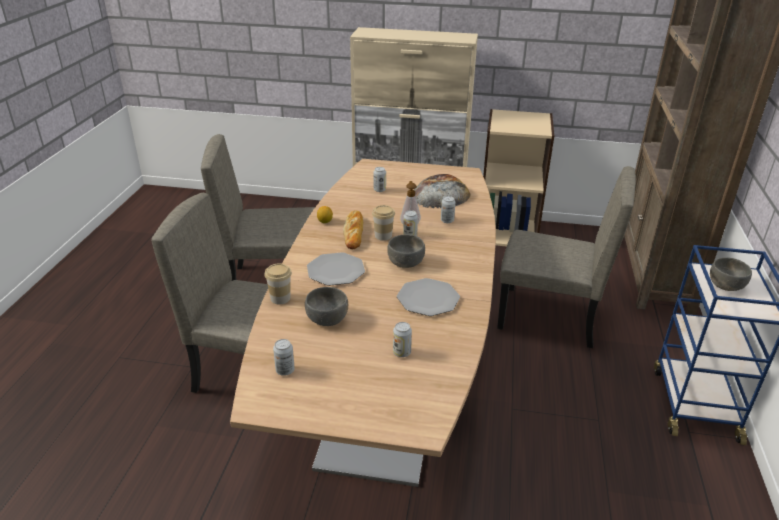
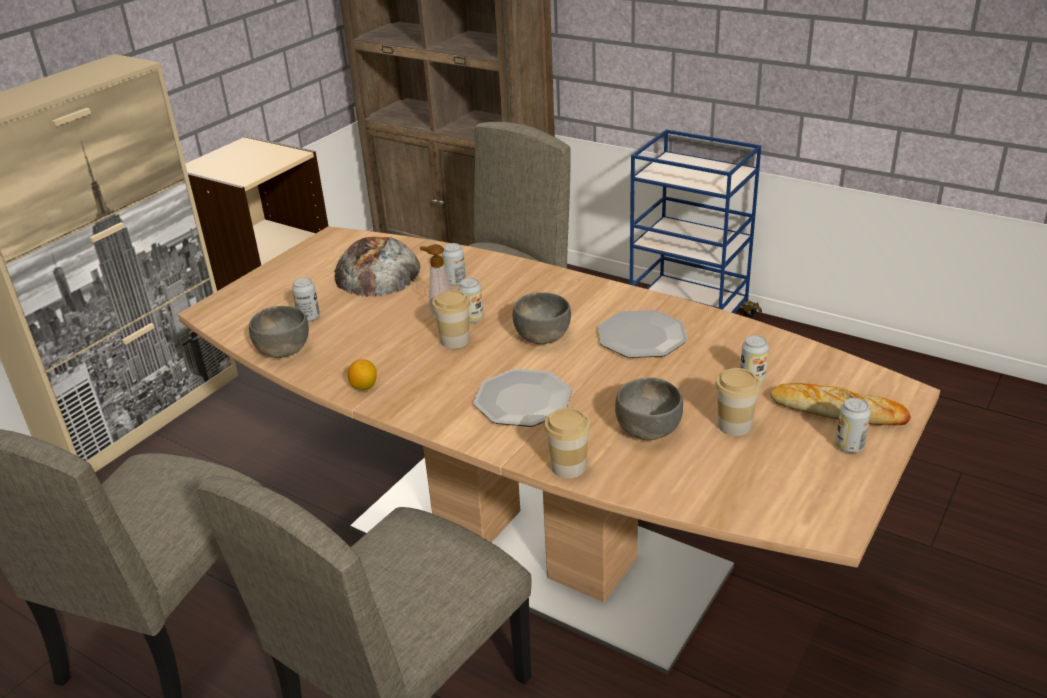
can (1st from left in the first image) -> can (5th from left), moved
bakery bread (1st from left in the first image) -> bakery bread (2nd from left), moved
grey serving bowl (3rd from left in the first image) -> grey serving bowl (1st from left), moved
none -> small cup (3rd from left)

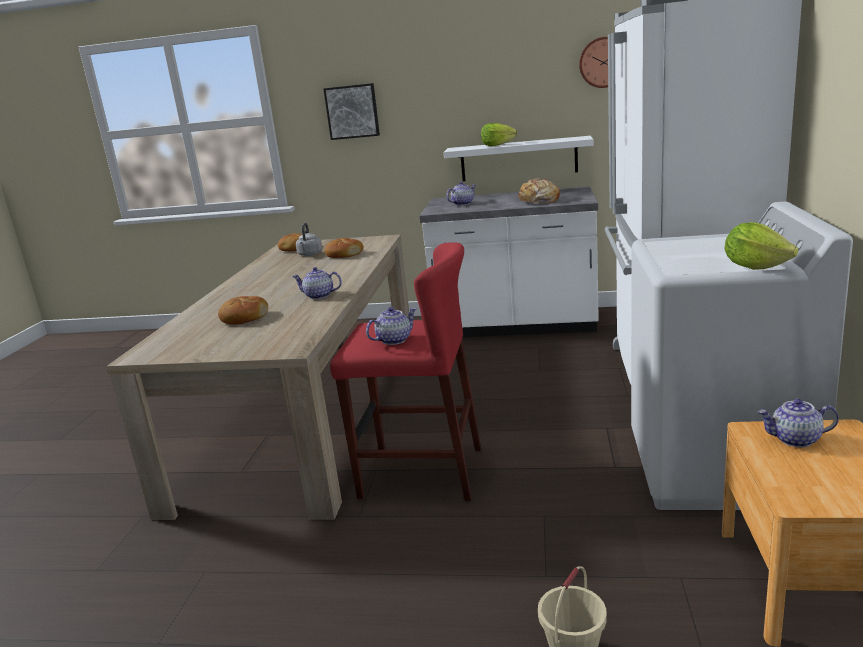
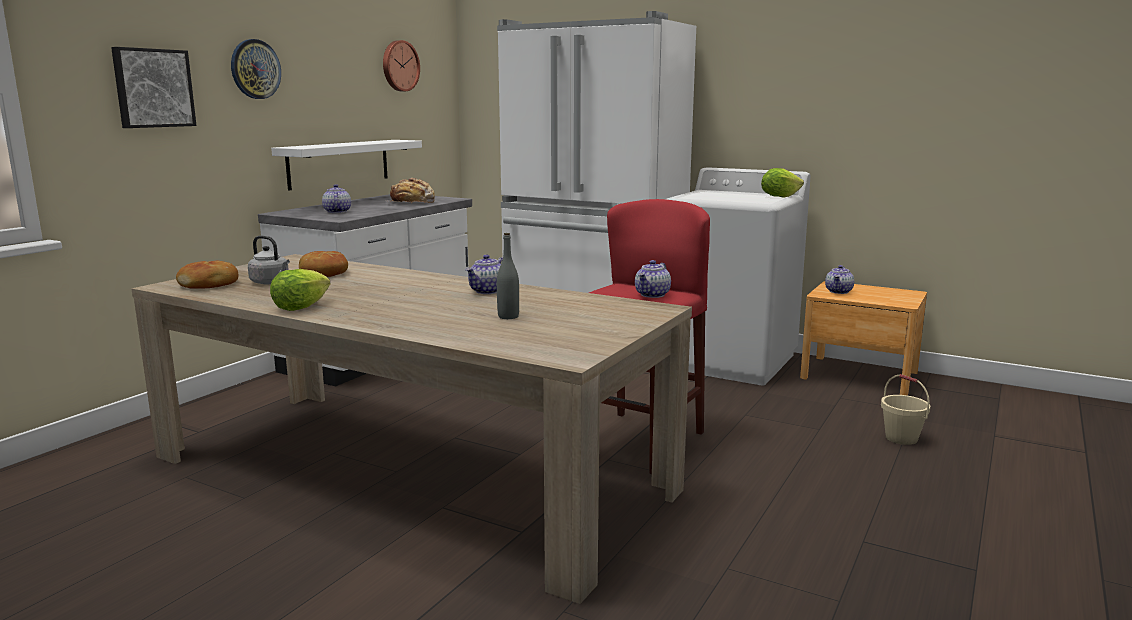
bakery bread (1st from left) -> grey bottle
tea pot (2nd from left in the first image) -> tea pot (3rd from left), 135 degrees counterclockwise
head of lettuce (1st from left), moved
none -> hanging clock (1st from left)

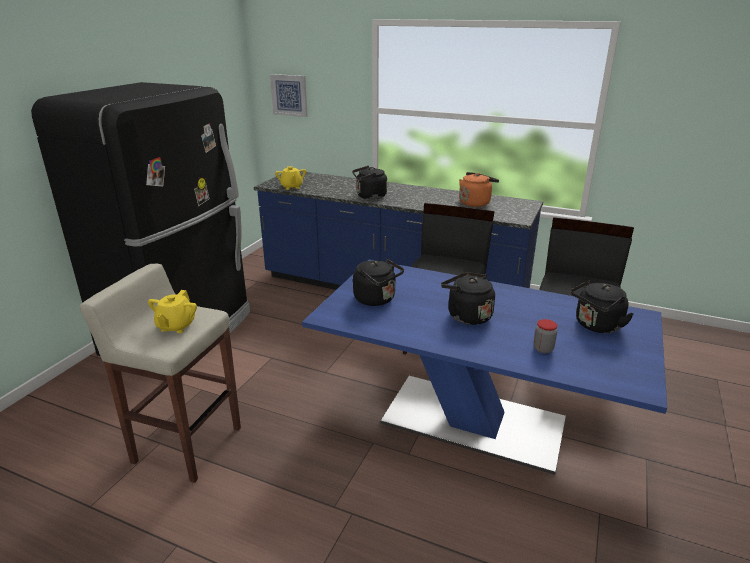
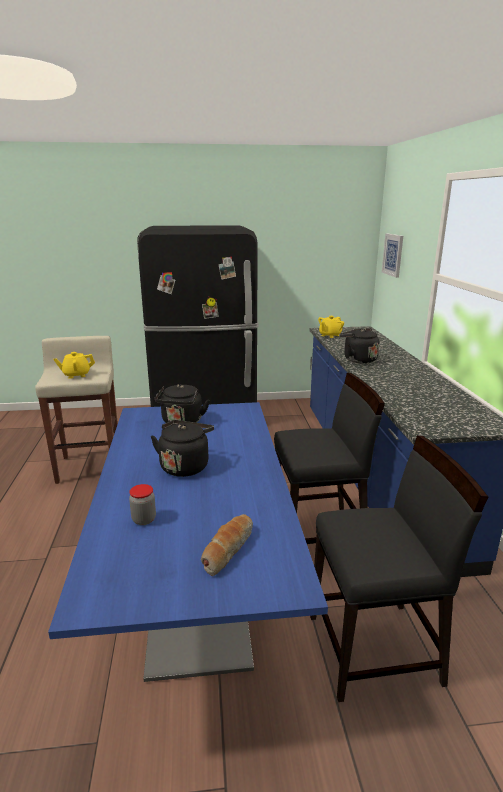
orangey tea kettle -> none
blackish tea kettle (4th from left) -> bakery bread

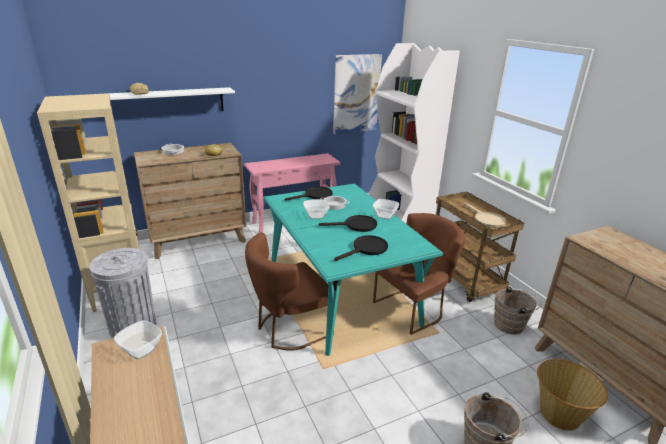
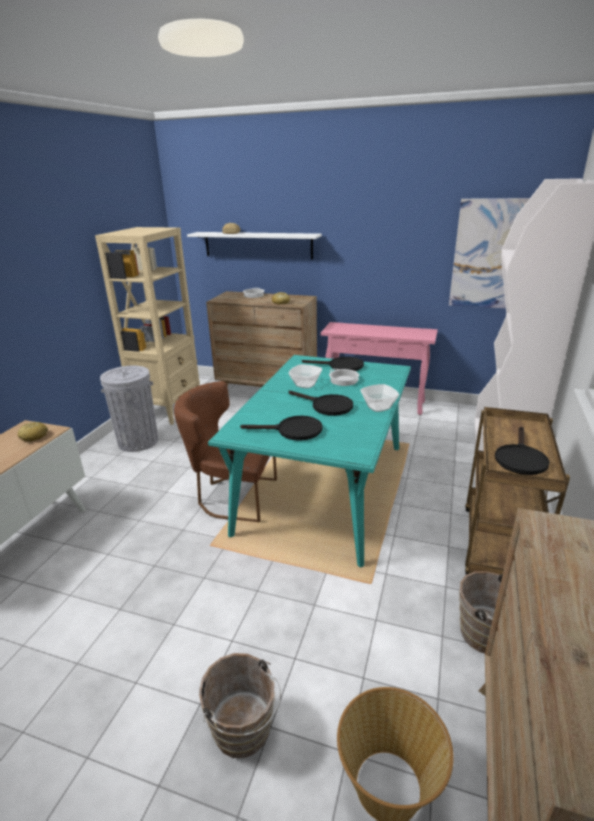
serving bowl (1st from left) -> bakery bread (1st from left)
brownish chair (2nd from left) -> none
beige-coloured frying pan -> blackish frying pan (4th from left)

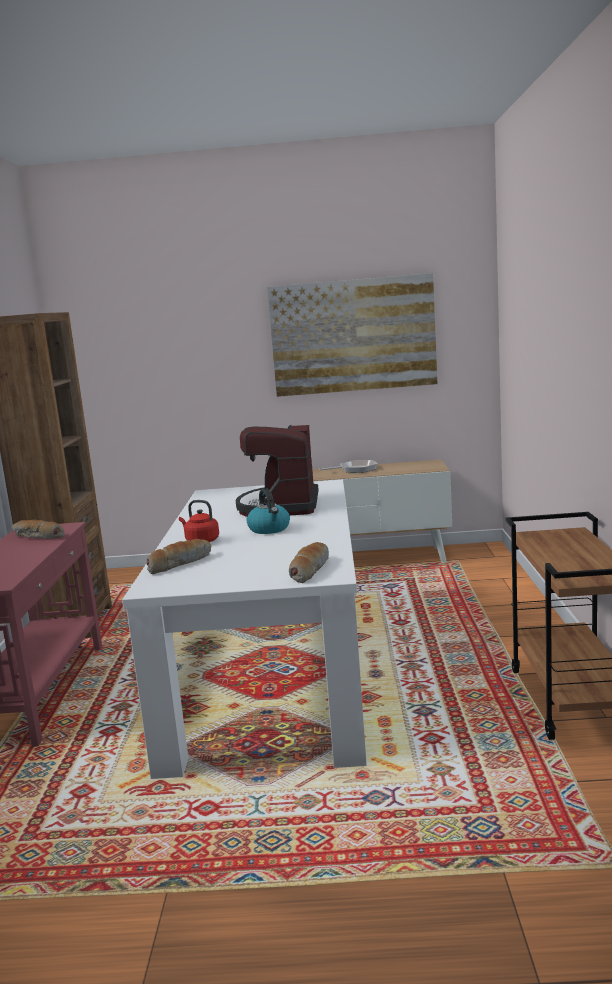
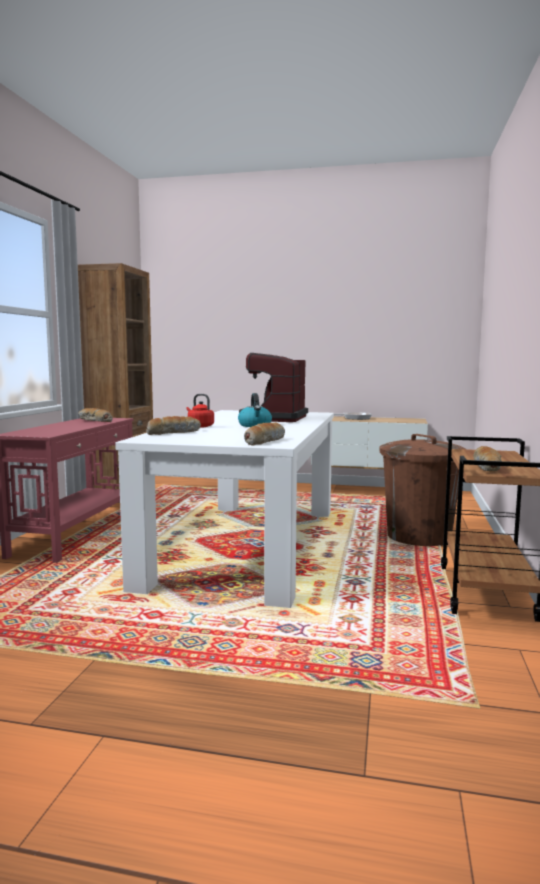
picture -> none
none -> brownish waste bin
none -> bakery bread (4th from left)

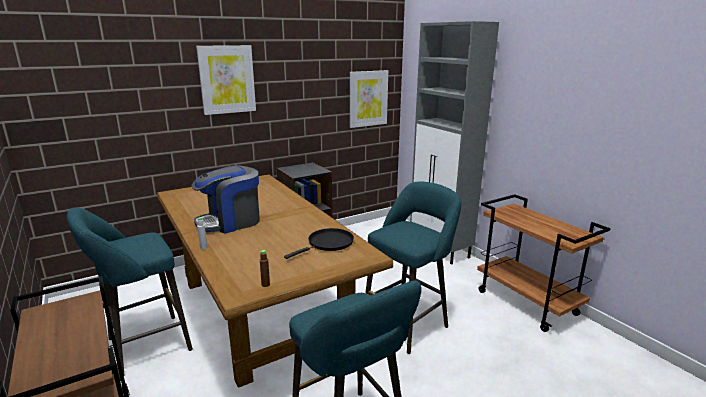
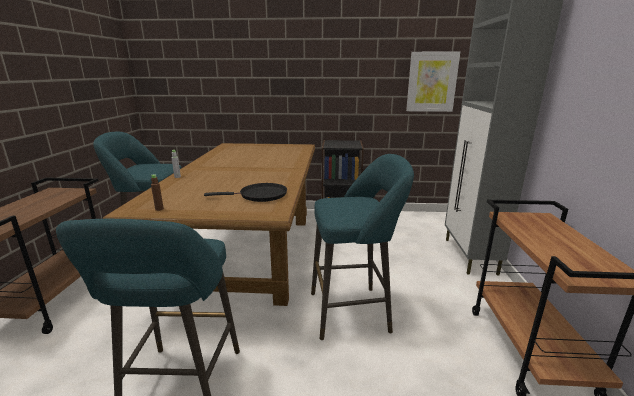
coffee machine -> none
picture (1st from left) -> none

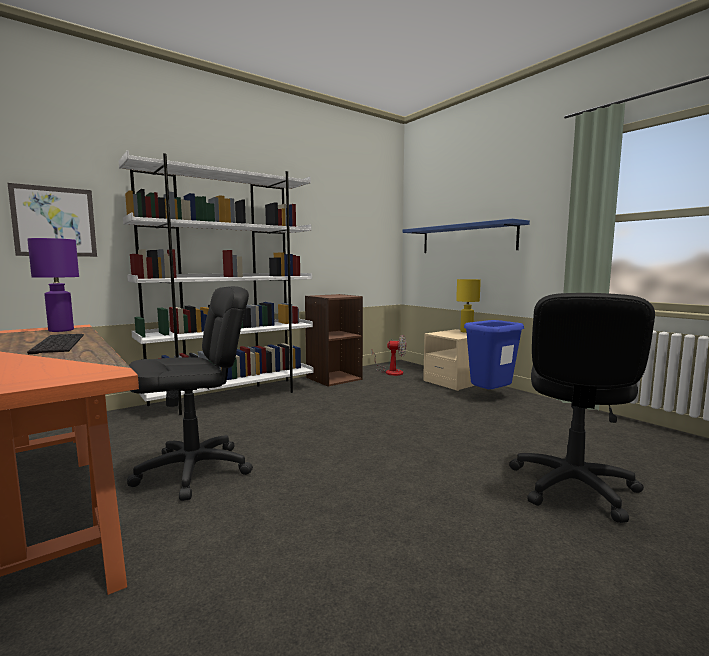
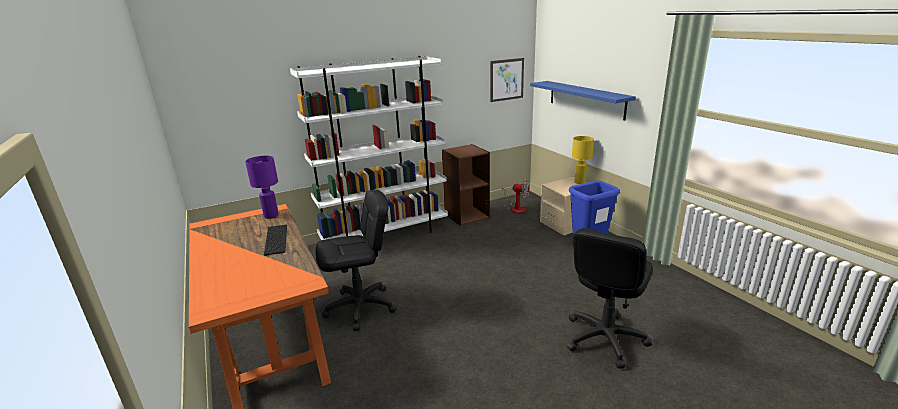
picture, moved

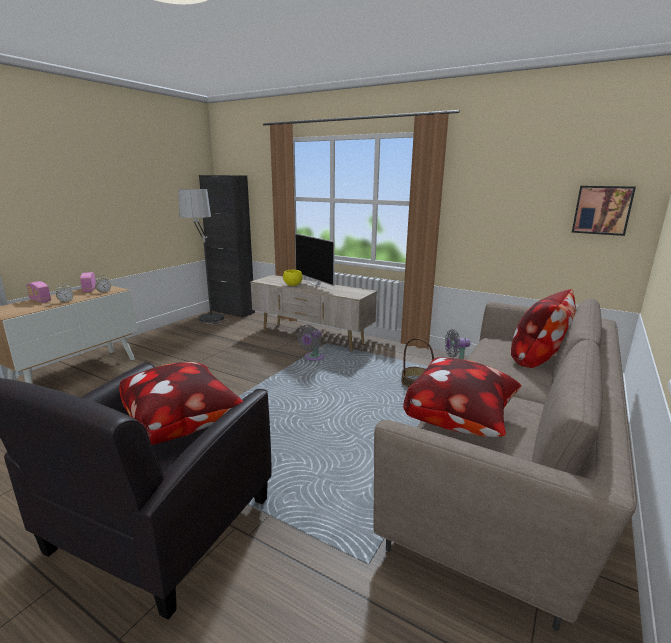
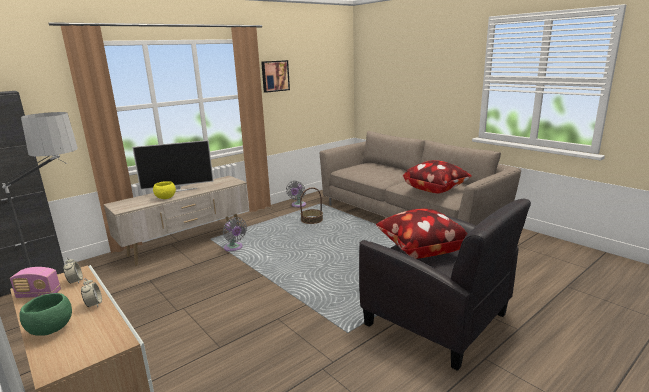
radio set (1st from left) -> green-coloured serving bowl
pillow (3rd from left) -> none
picture, moved

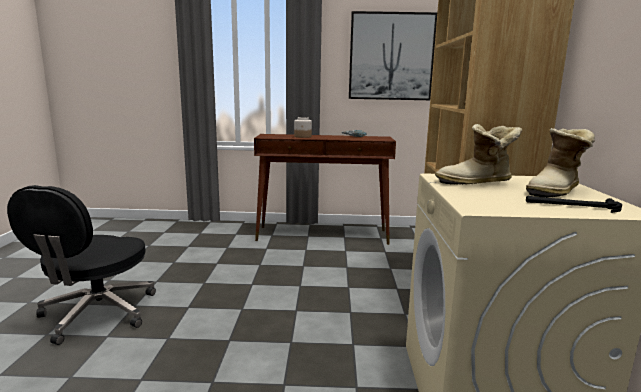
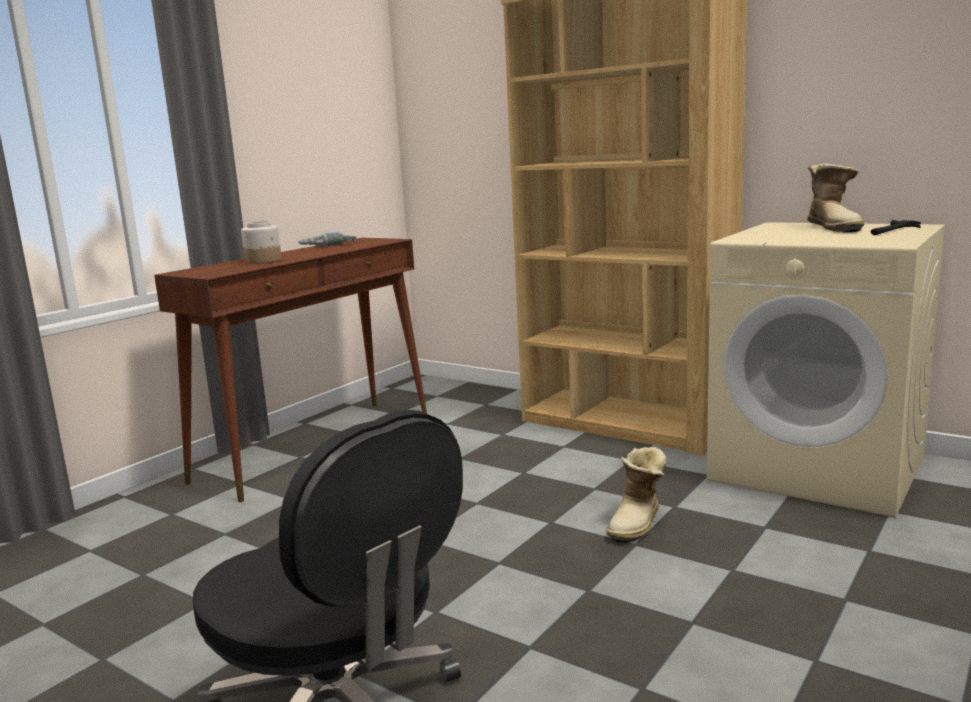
picture -> none
high-top boot (1st from left), moved

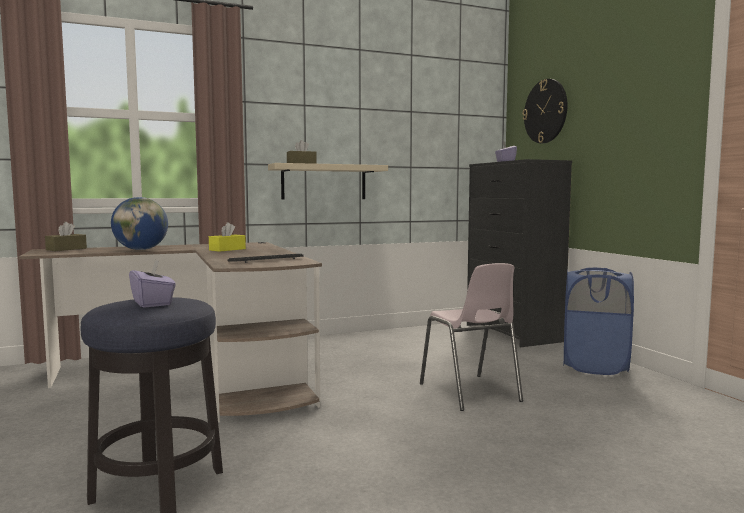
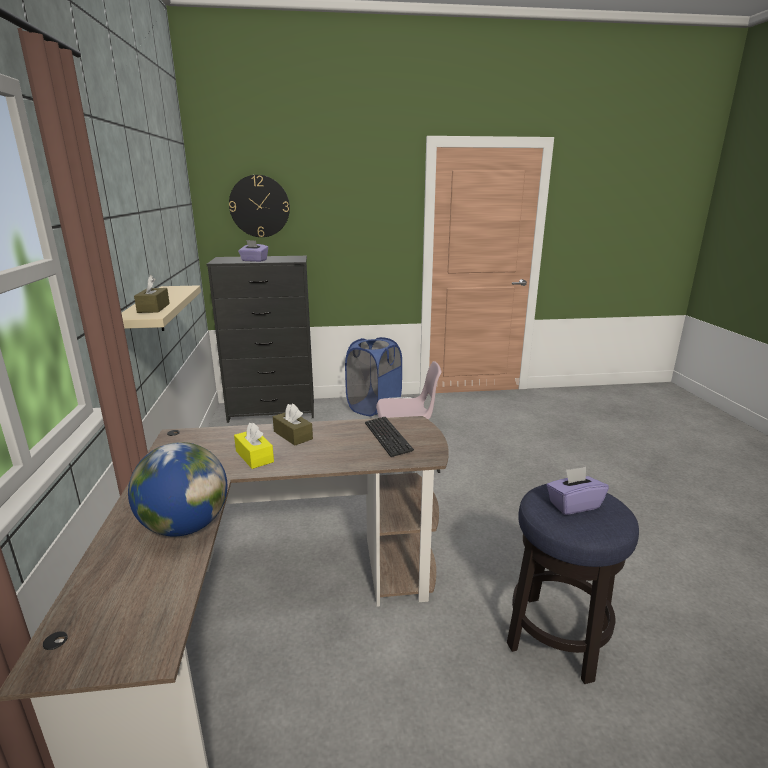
brownish tissue box (1st from left in the first image) -> brownish tissue box (2nd from left), moved

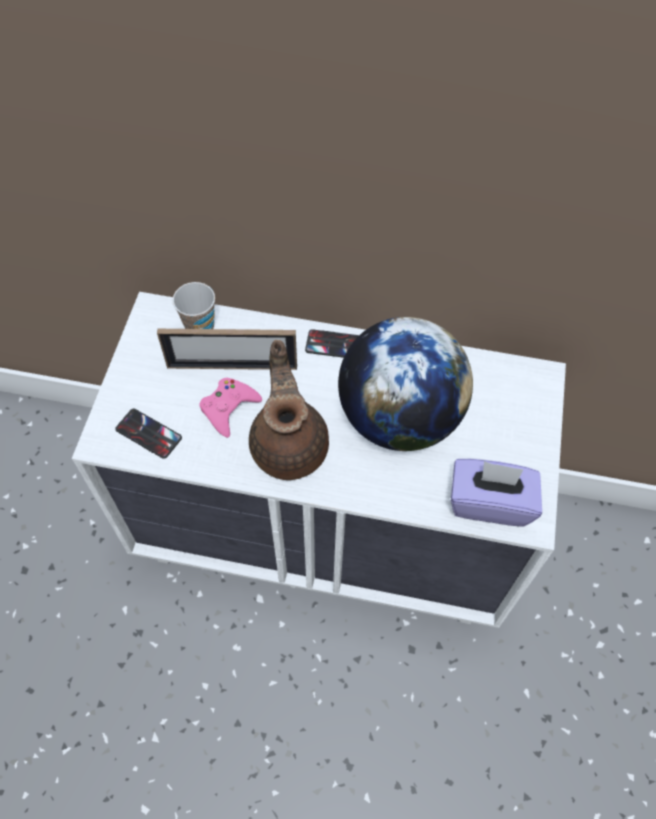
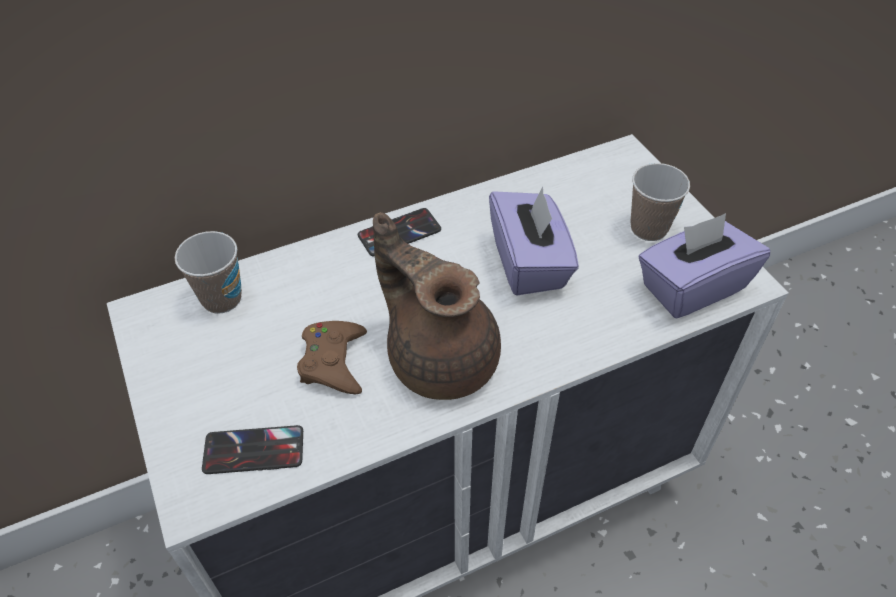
picture frame -> none
pink-coloured gamepad -> brownish gamepad
desk globe -> purple tissue box (1st from left)
none -> small cup (2nd from left)

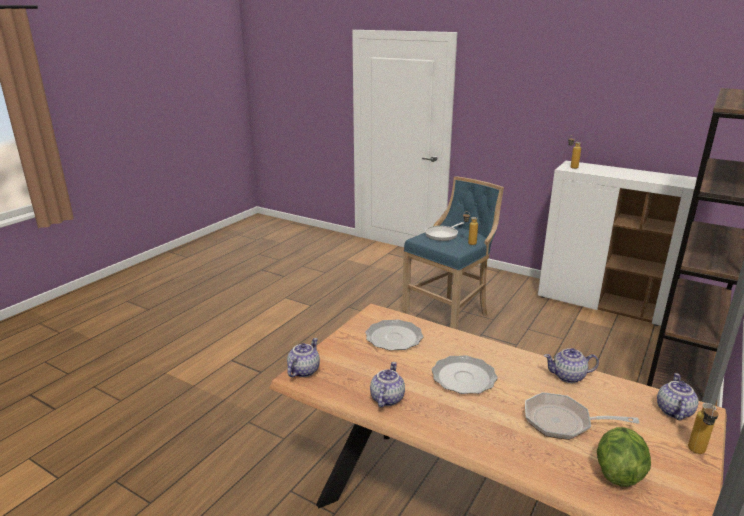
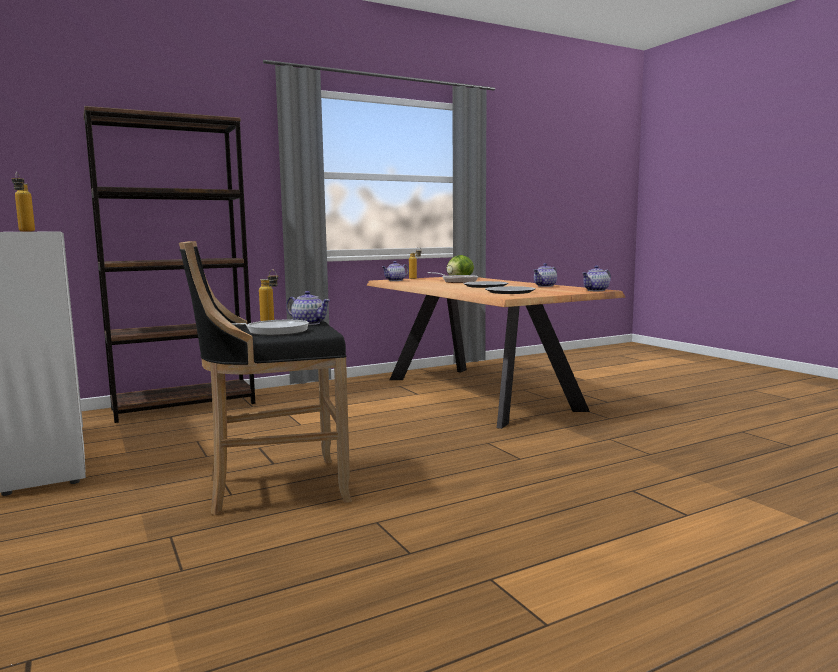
blue sitting stool -> blackish sitting stool
tea pot (3rd from left in the first image) -> tea pot (1st from left), moved

